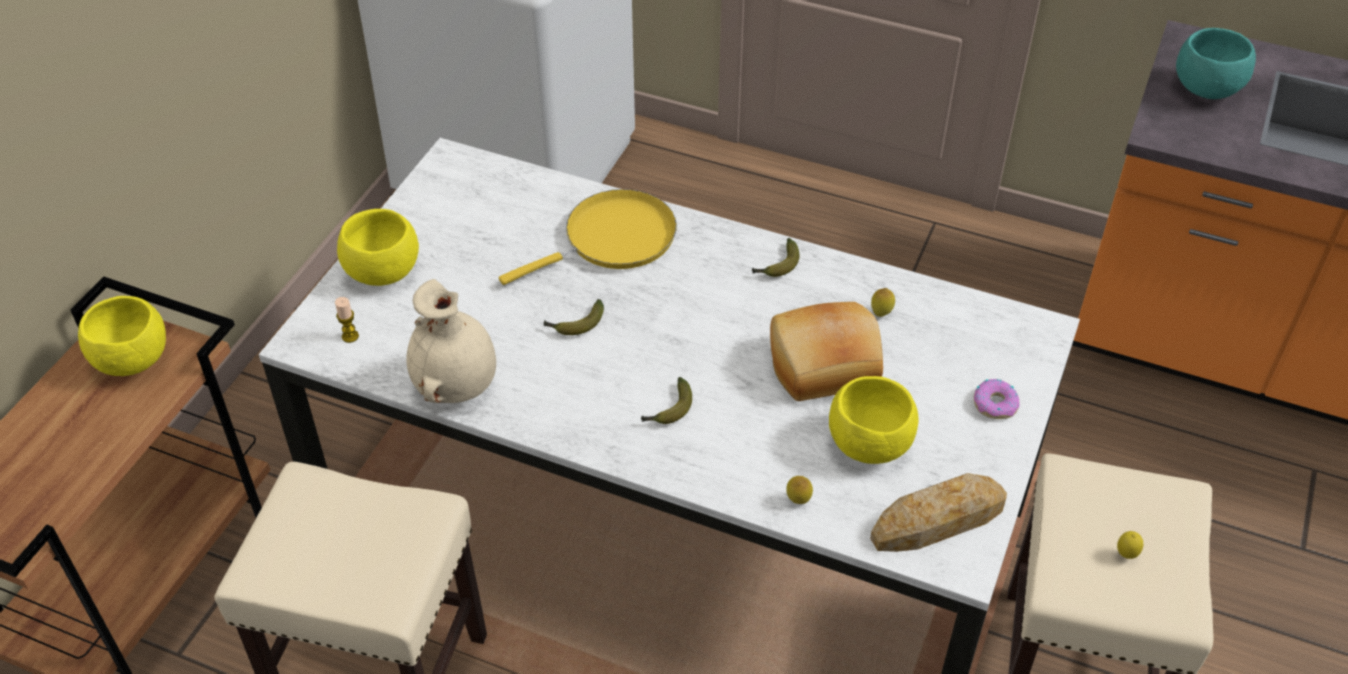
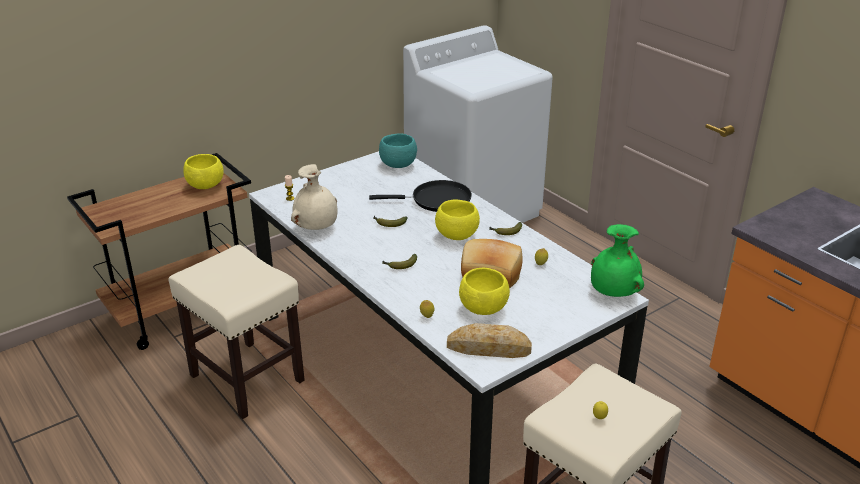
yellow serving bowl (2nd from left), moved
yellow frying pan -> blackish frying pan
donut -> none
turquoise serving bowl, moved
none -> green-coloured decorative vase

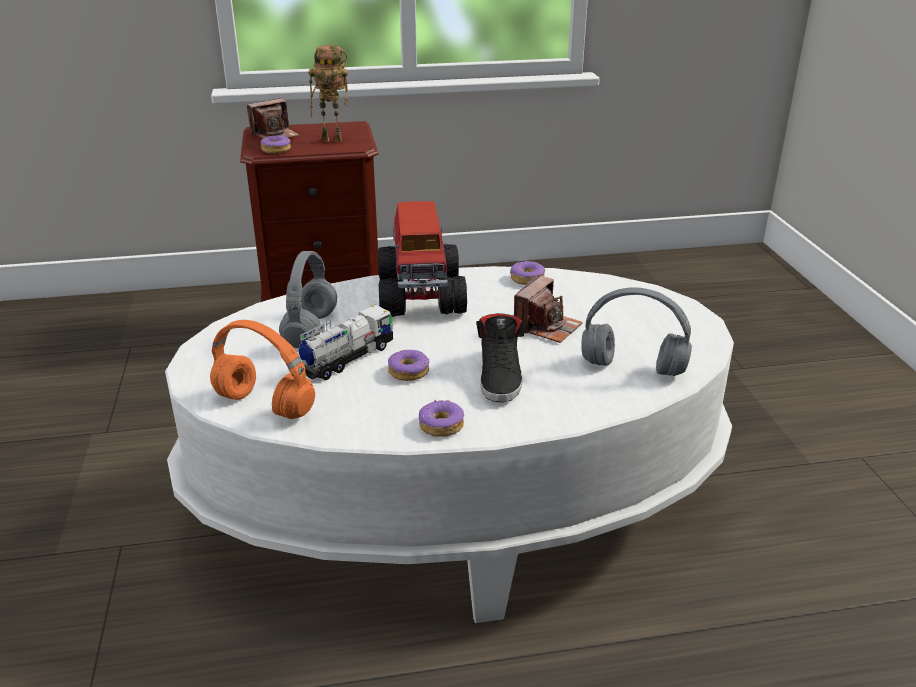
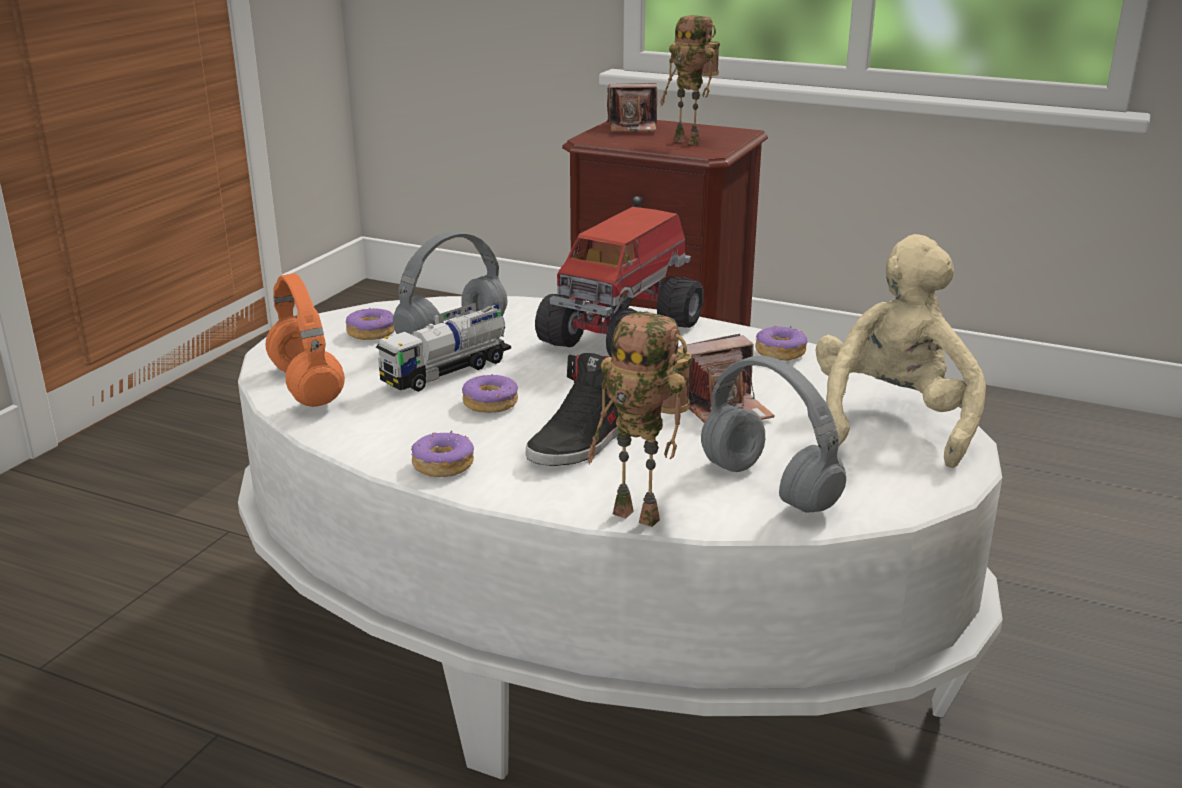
donut (1st from left), moved
model truck (1st from left), 150 degrees clockwise
none -> toy robot (1st from left)
none -> beige-coloured cuddly toy

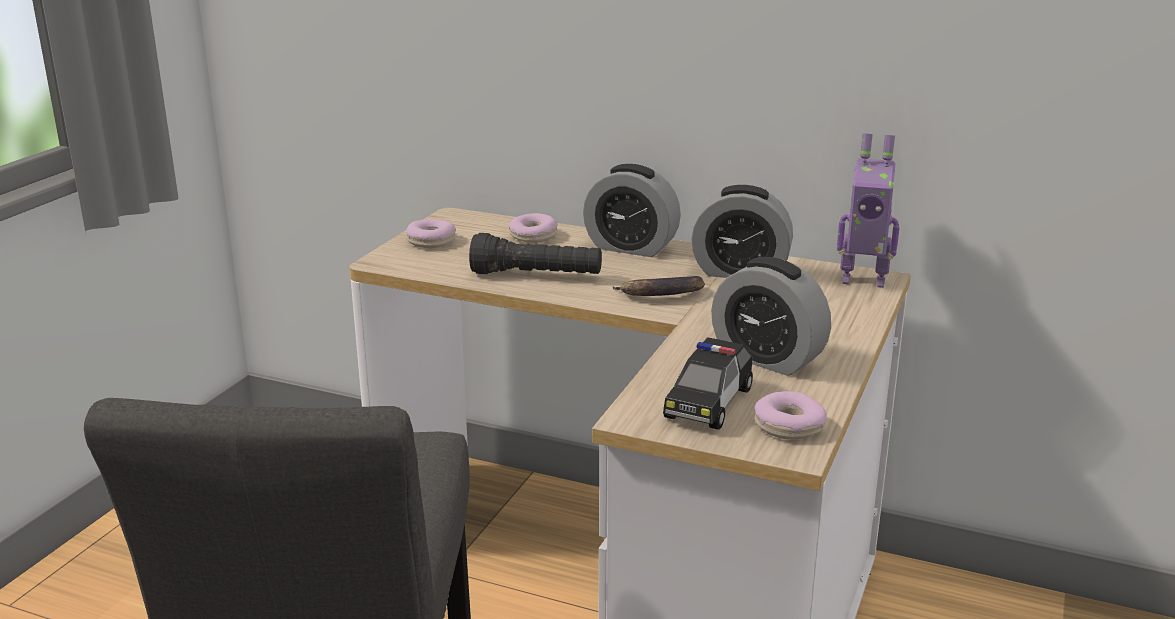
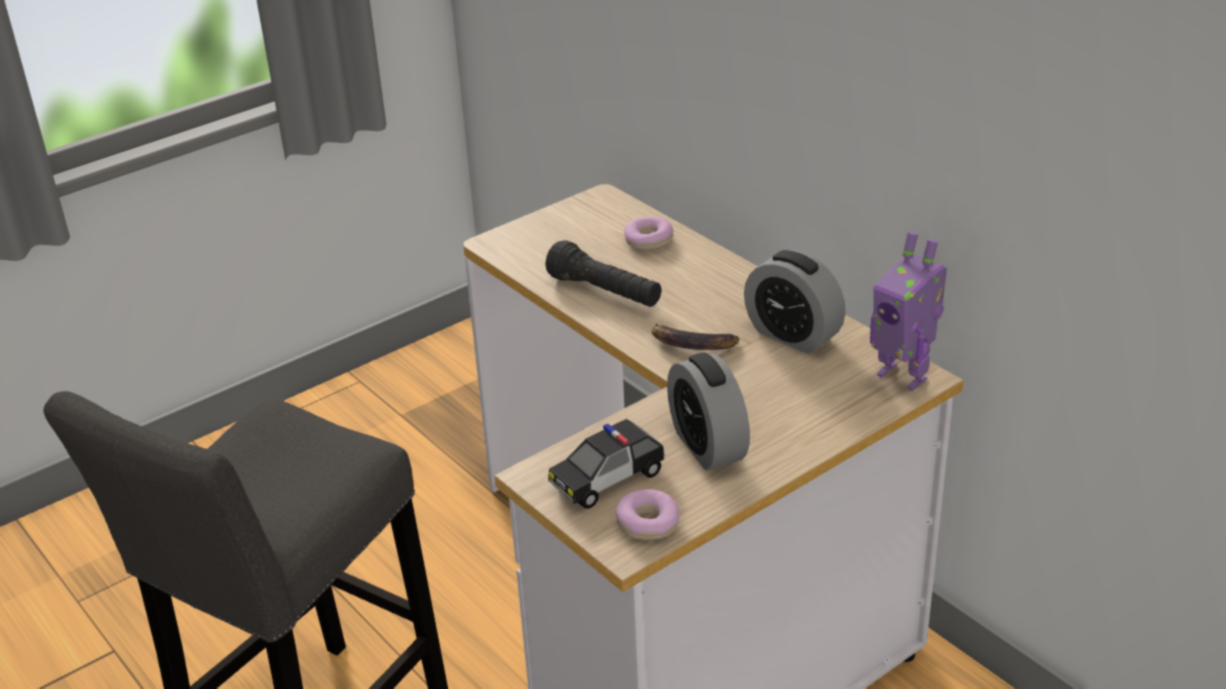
donut (1st from left) -> none
table clock (1st from left) -> none

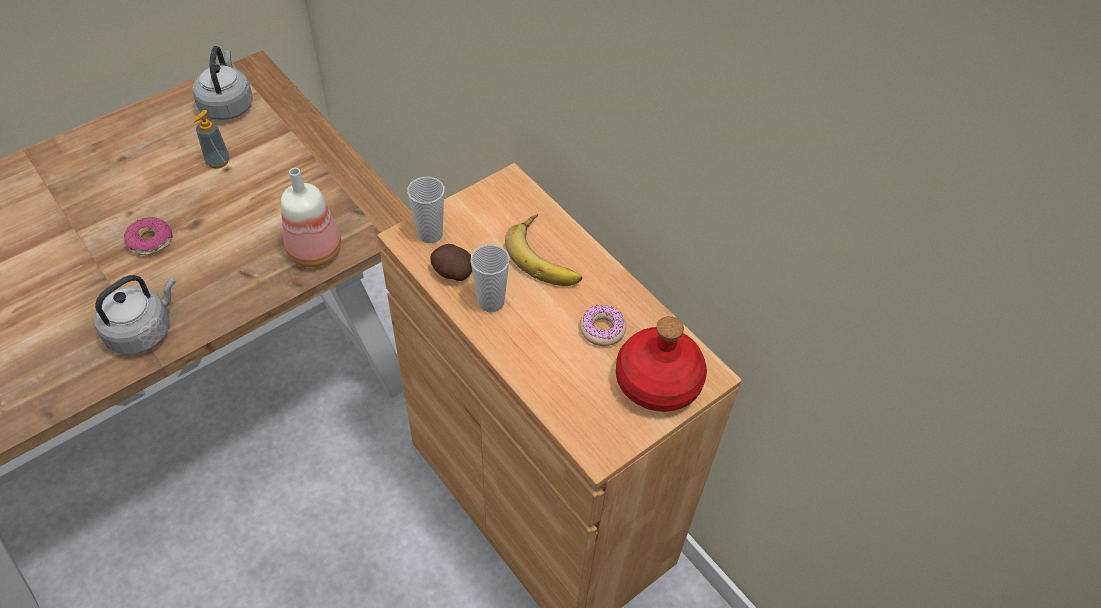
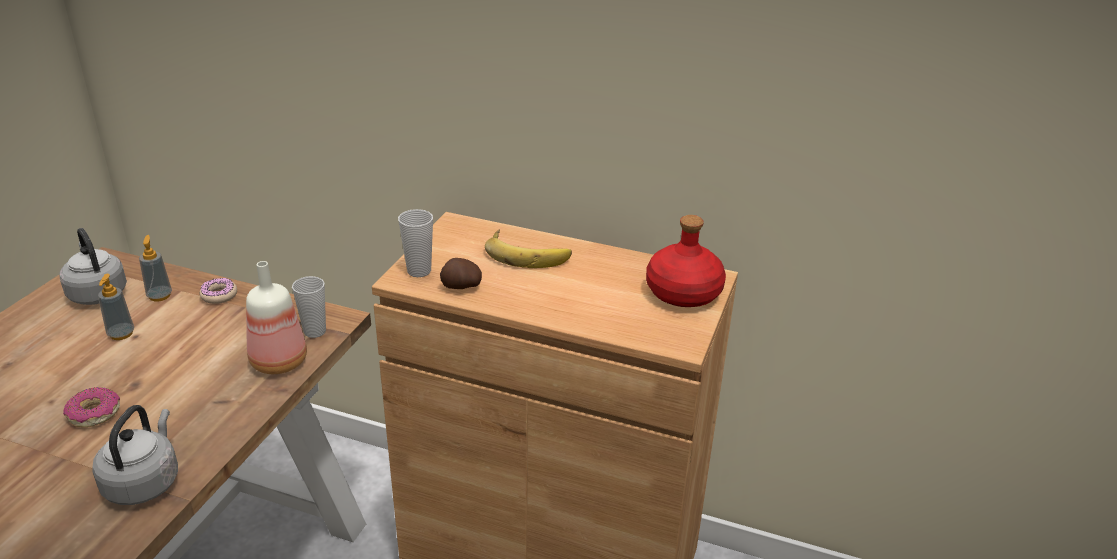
small cup (2nd from left in the first image) -> small cup (1st from left), moved
donut (2nd from left), moved
none -> soap bottle (2nd from left)

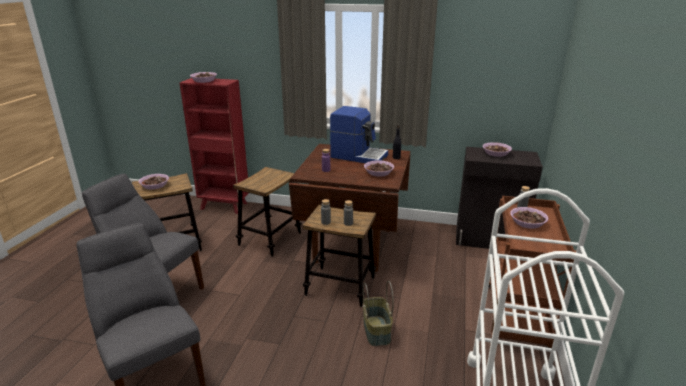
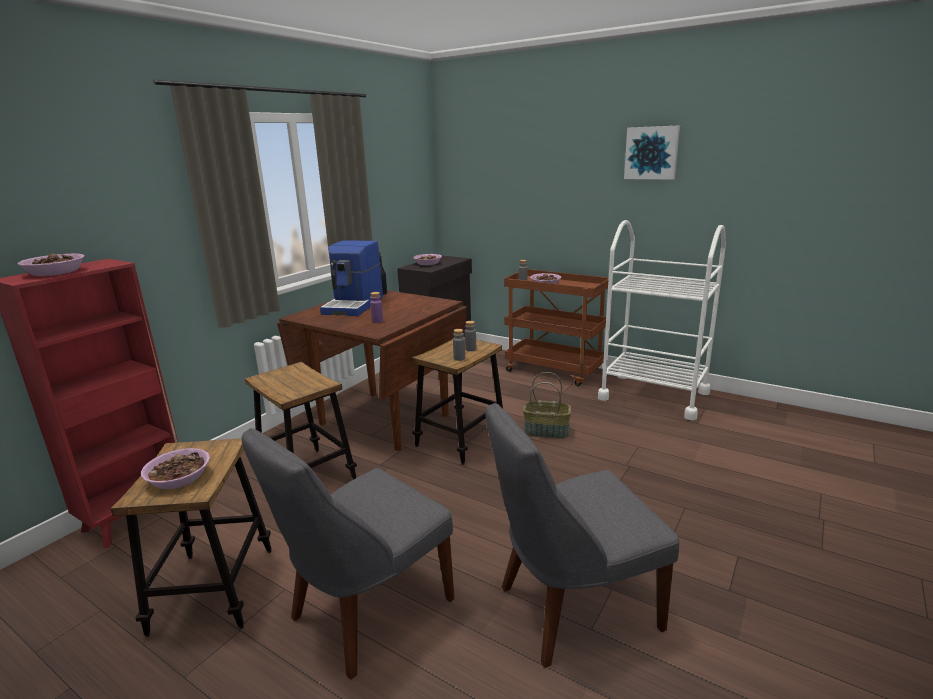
coffee machine, 150 degrees clockwise
serving bowl (3rd from left) -> none
none -> picture

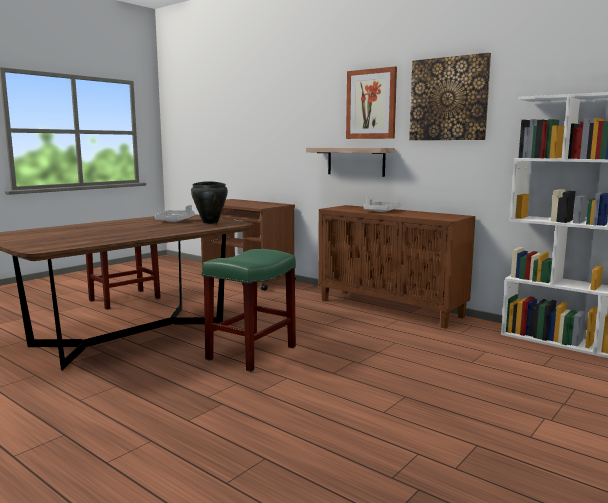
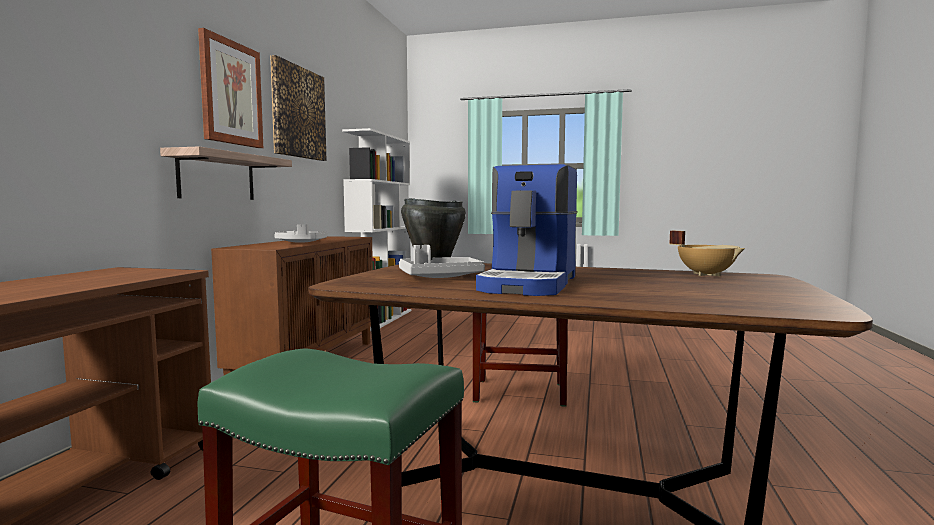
none -> coffee machine
none -> beige-coloured stockpot

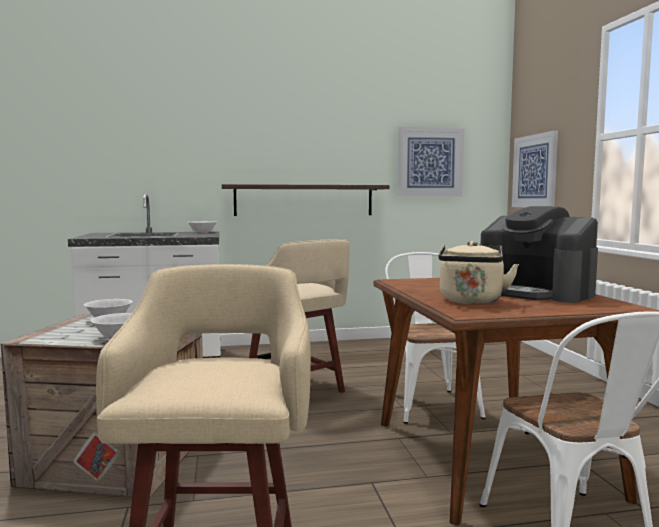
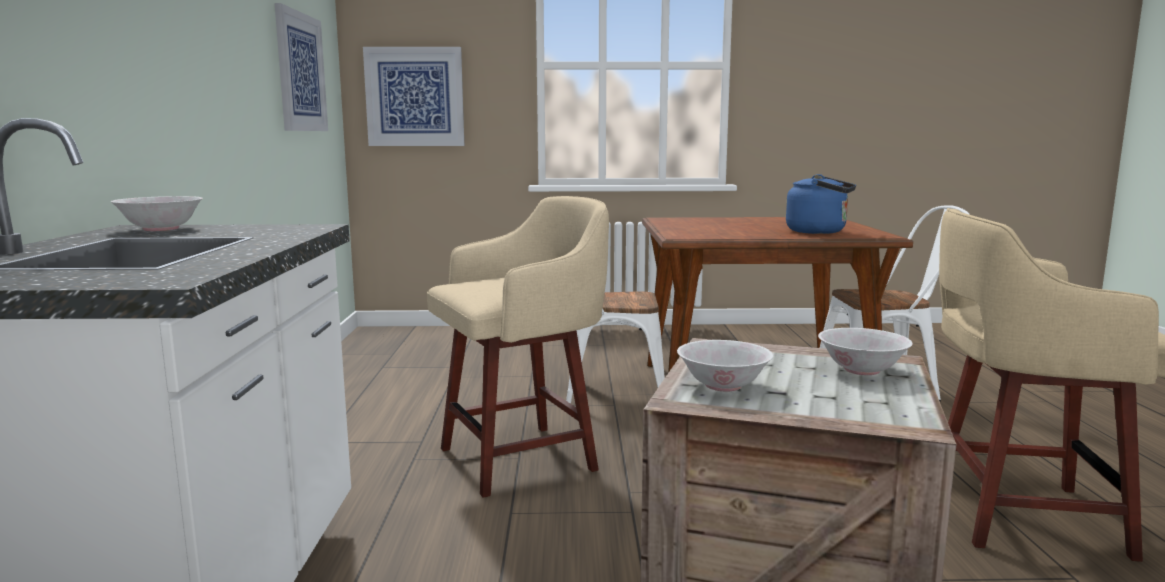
shelf -> none
beige-coloured tea kettle -> blue tea kettle
coffee machine -> none

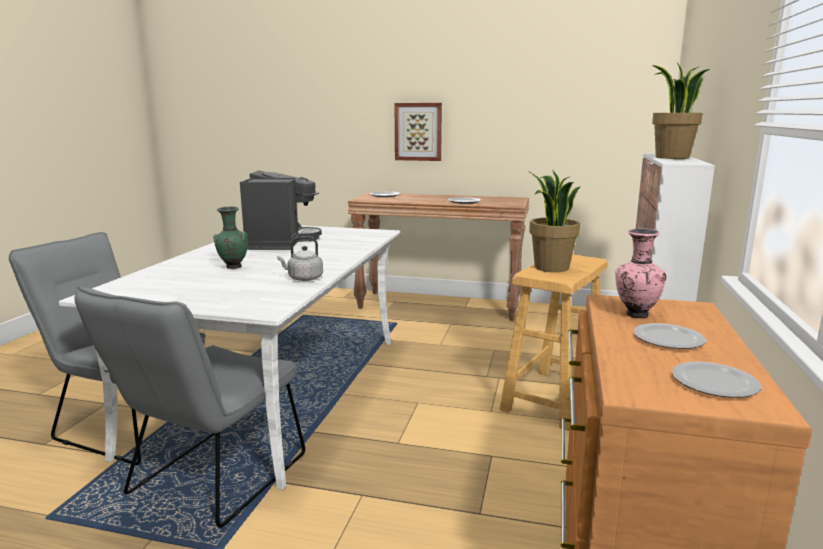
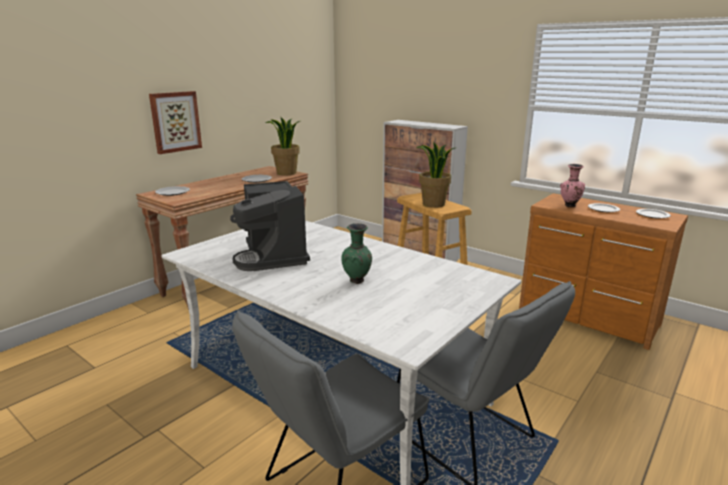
coffee machine, 135 degrees counterclockwise
grey tea kettle -> none
potted plant (2nd from left in the first image) -> potted plant (1st from left), moved

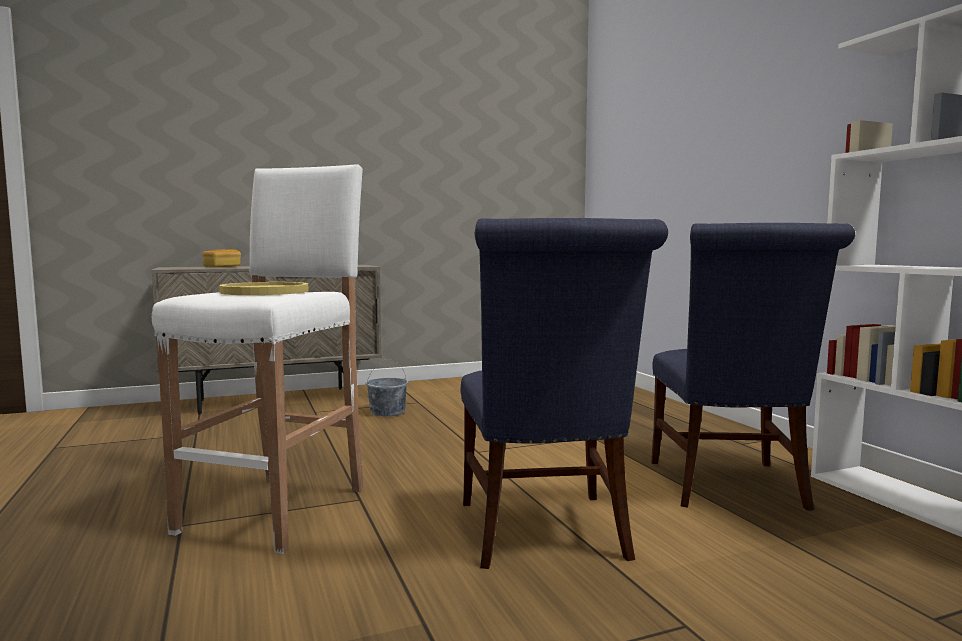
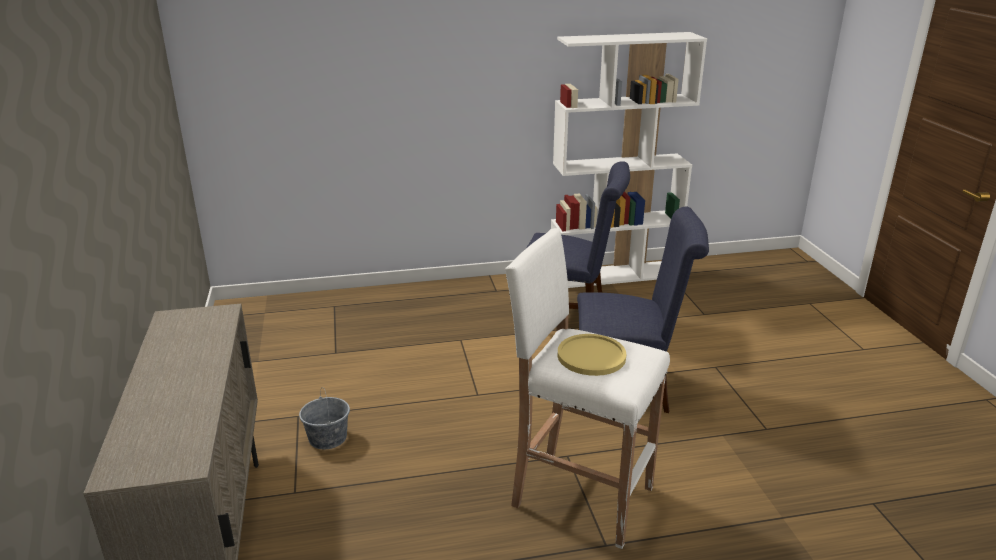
bakery bread -> none

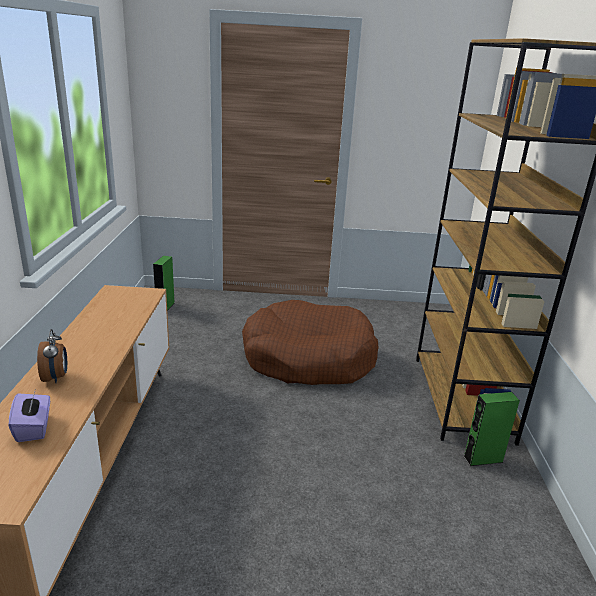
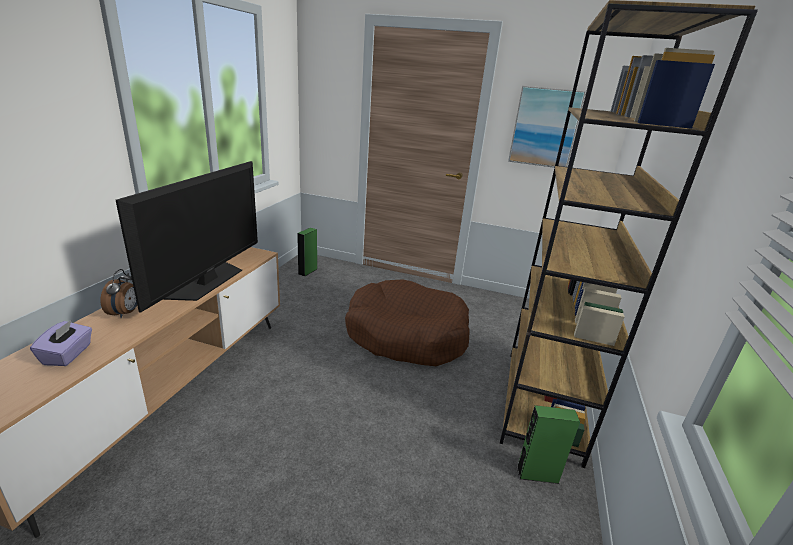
none -> TV
none -> picture

